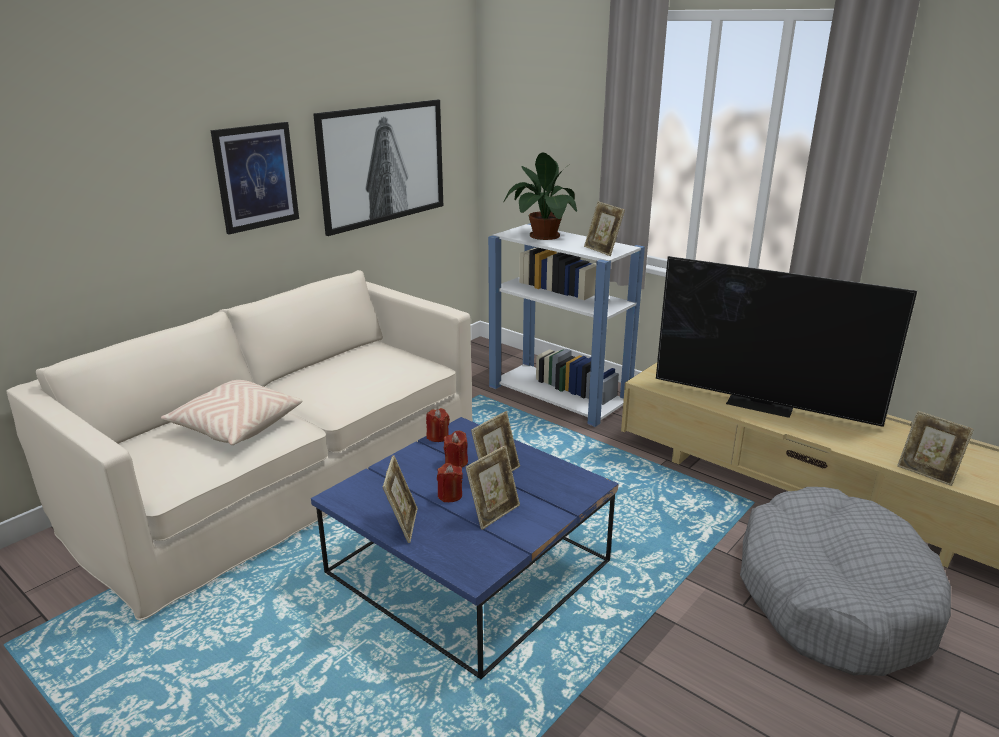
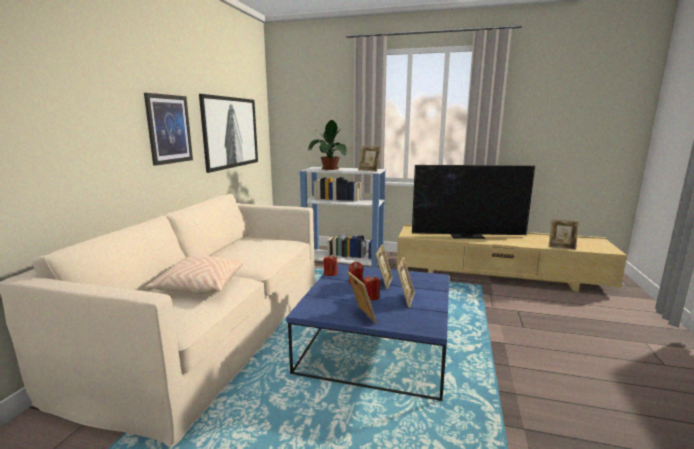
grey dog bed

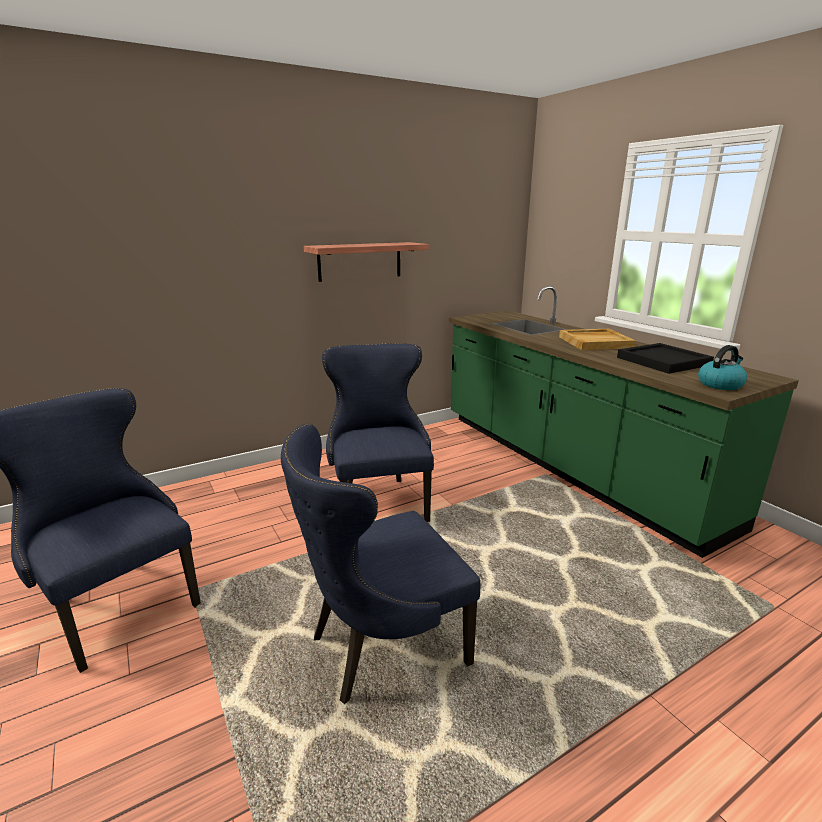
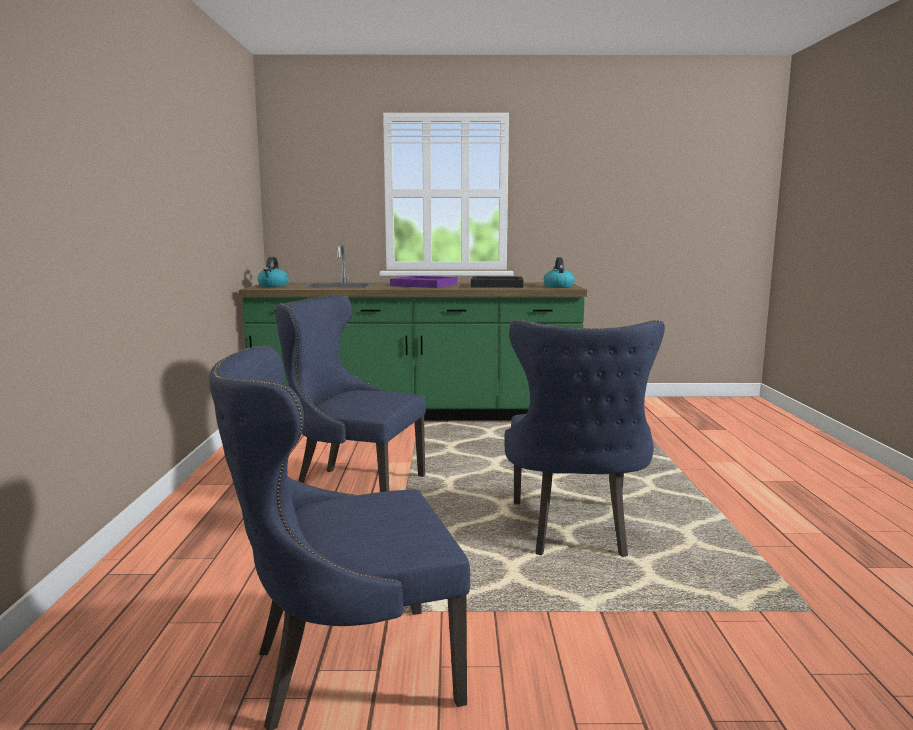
shelf
purple tray
kettle (1st from left)

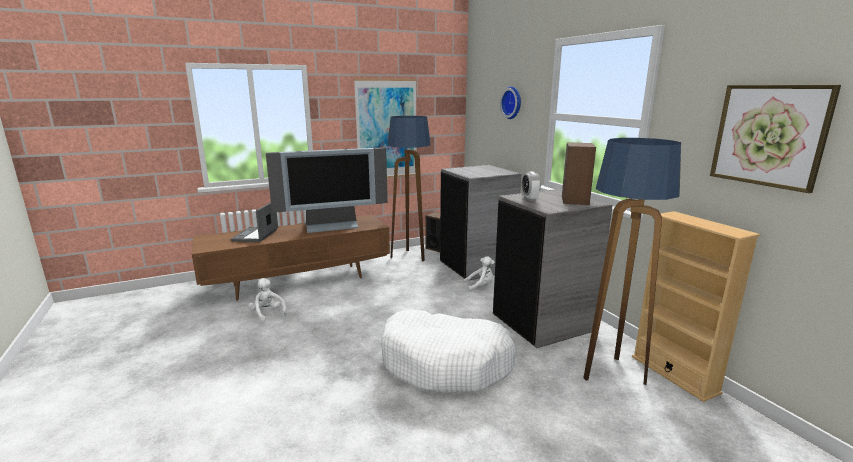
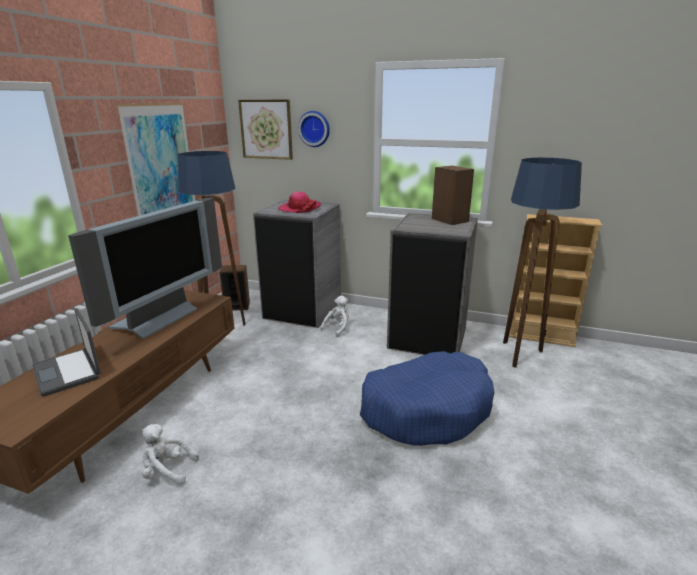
blue dog bed
alarm clock
picture (2nd from left)
hat

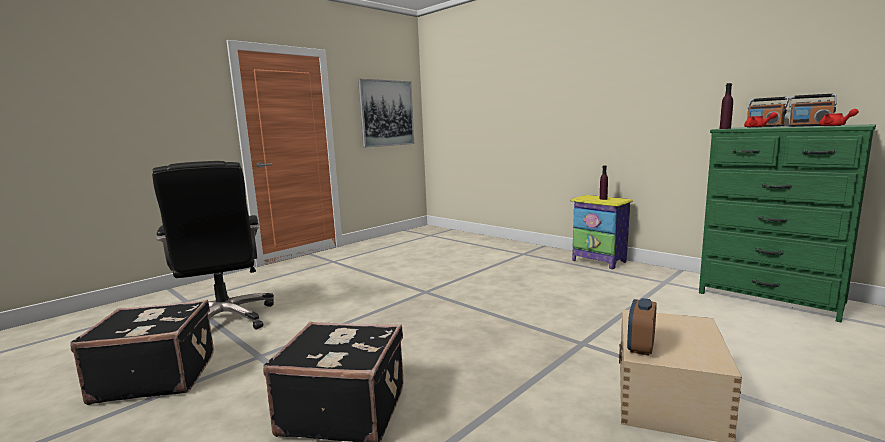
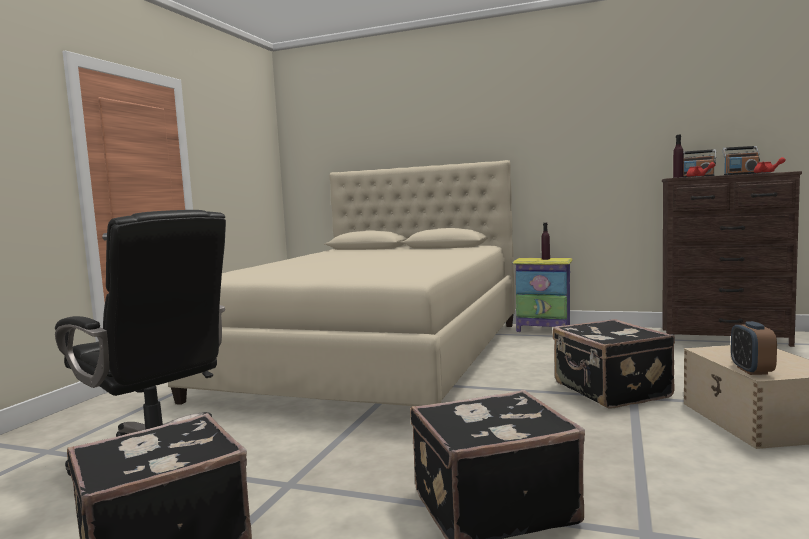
picture
brown dresser
beige bed
black suitcase (3rd from left)

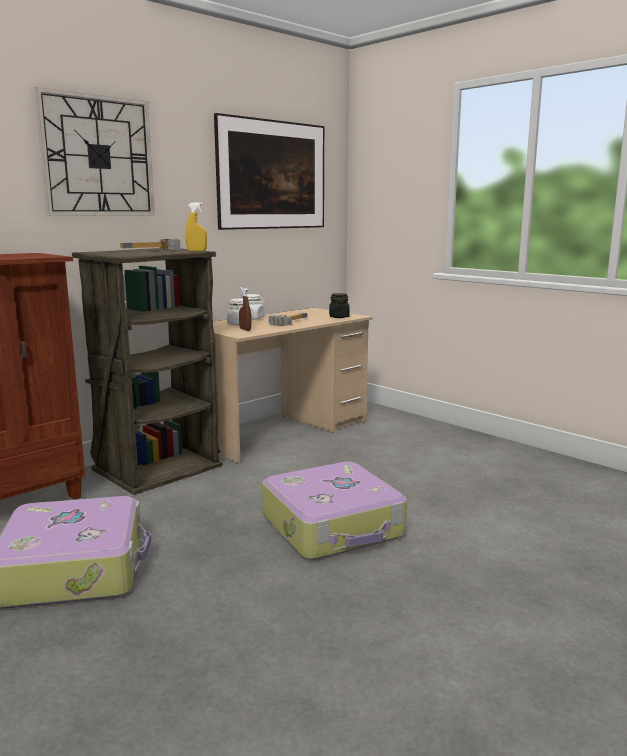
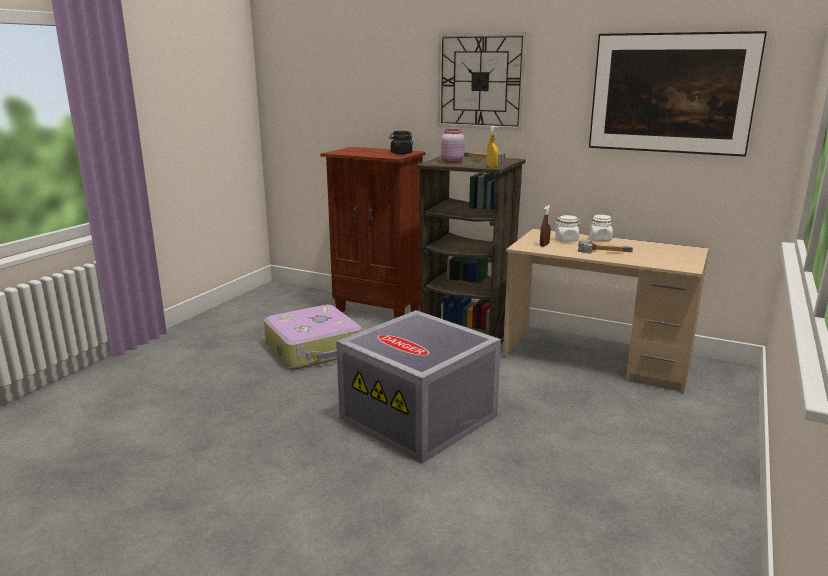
grey storage box
black jar
pink jar

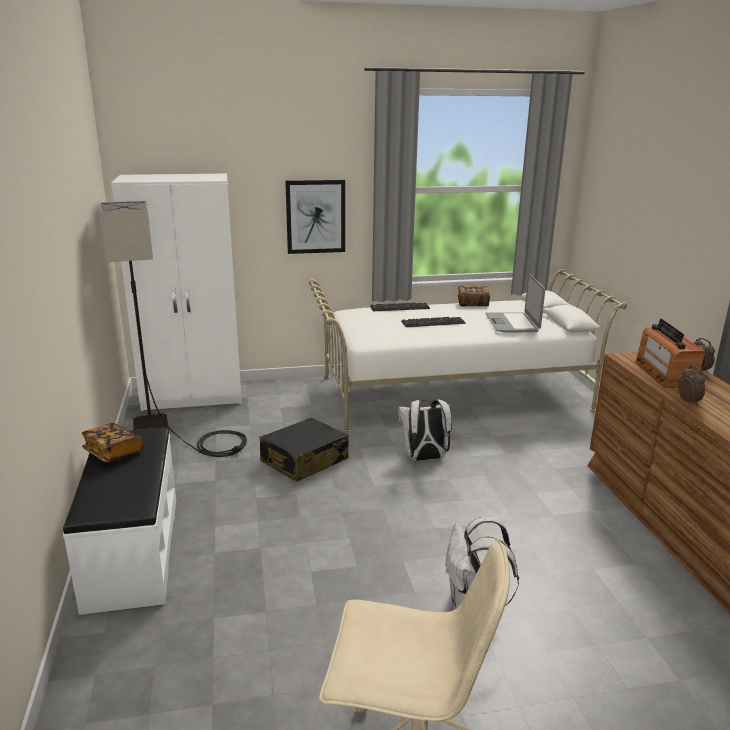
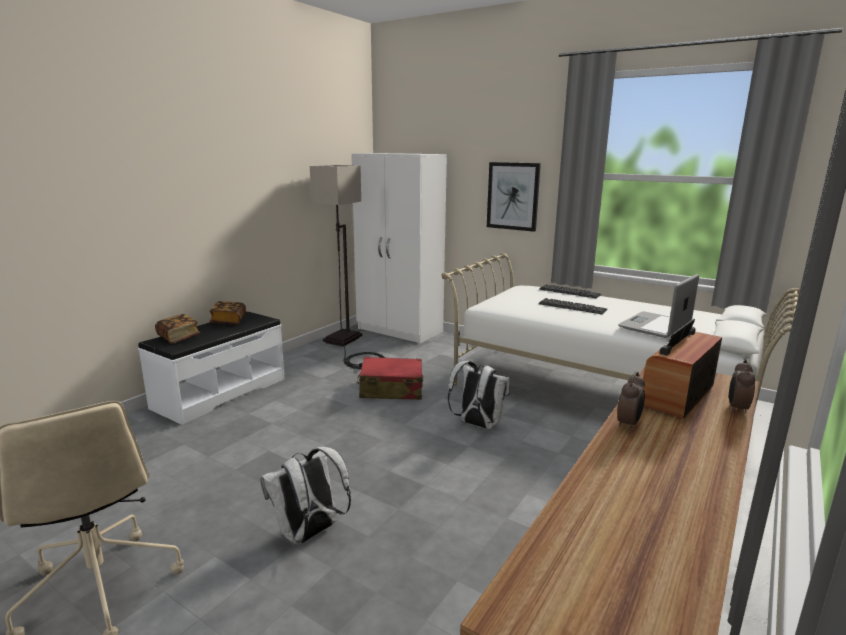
red suitcase
book (1st from left)

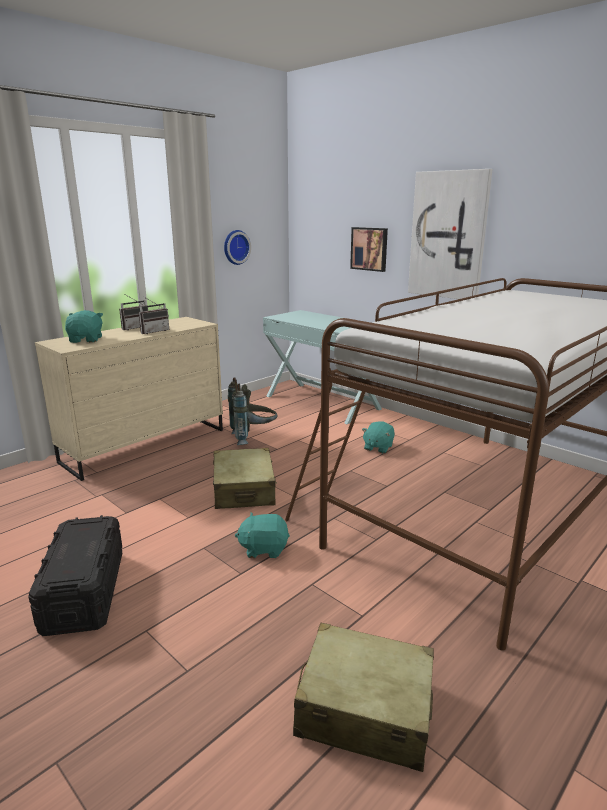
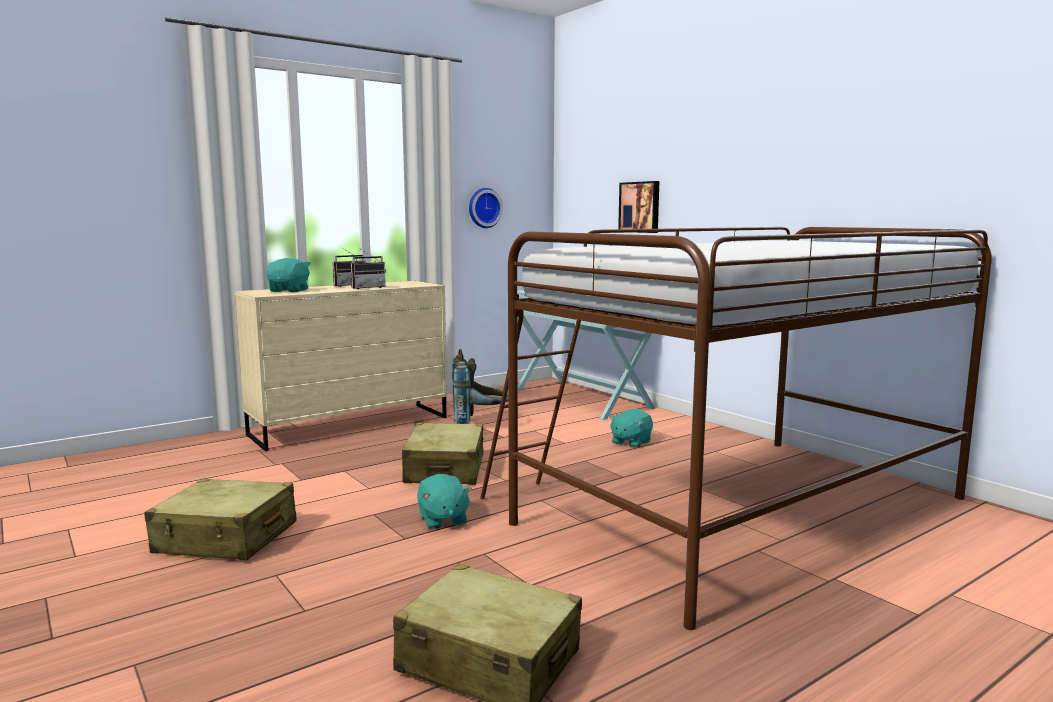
beige suitcase (1st from left)
turquoise plush toy (2nd from left)
picture (2nd from left in the first image)

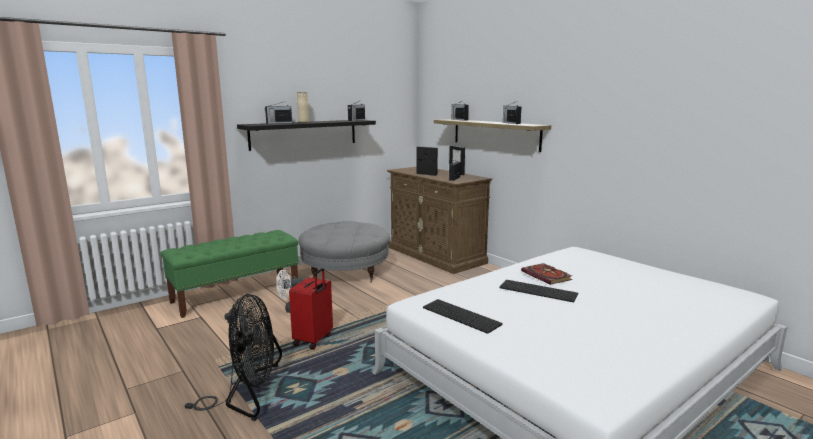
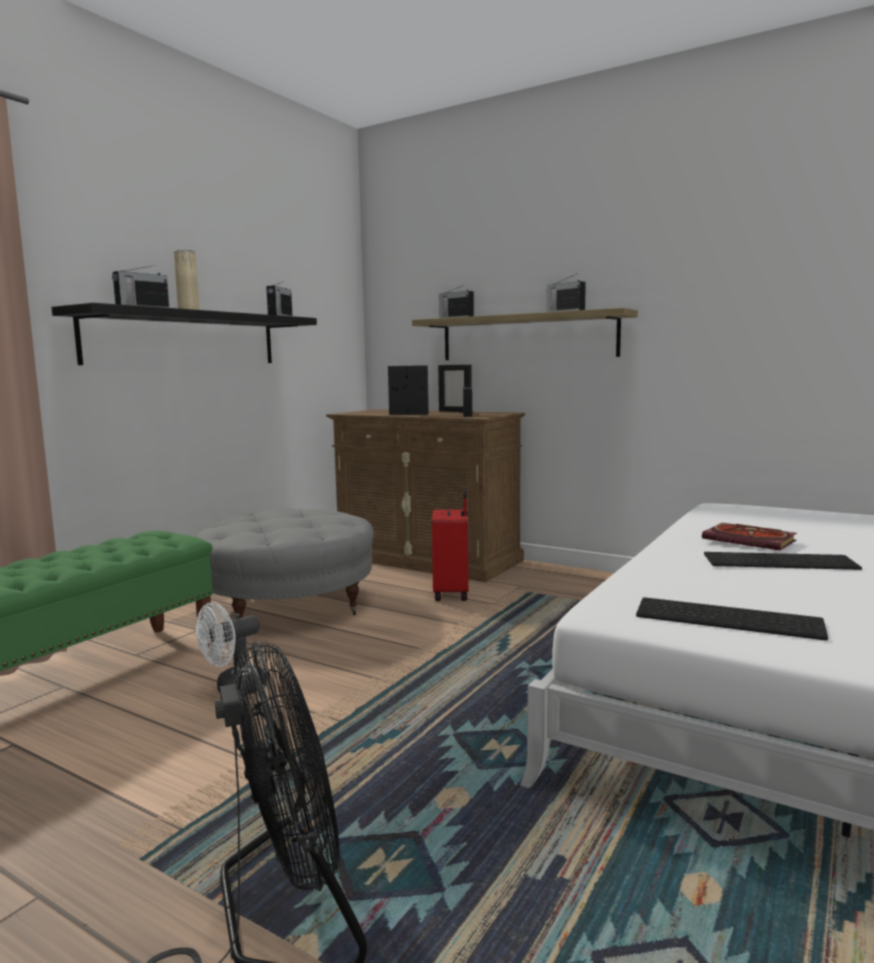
red suitcase

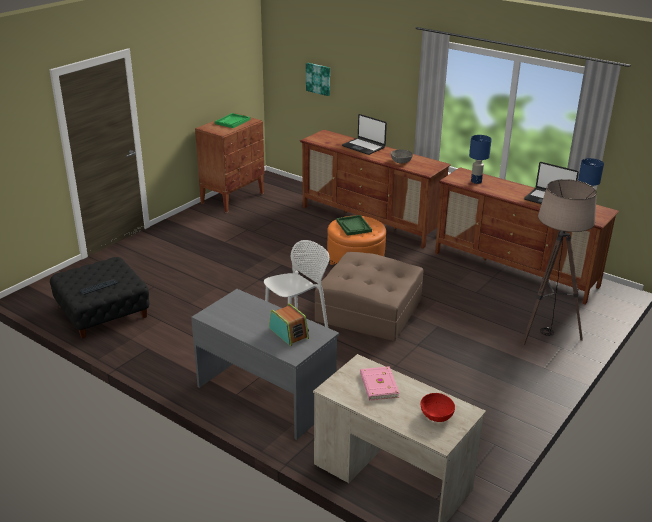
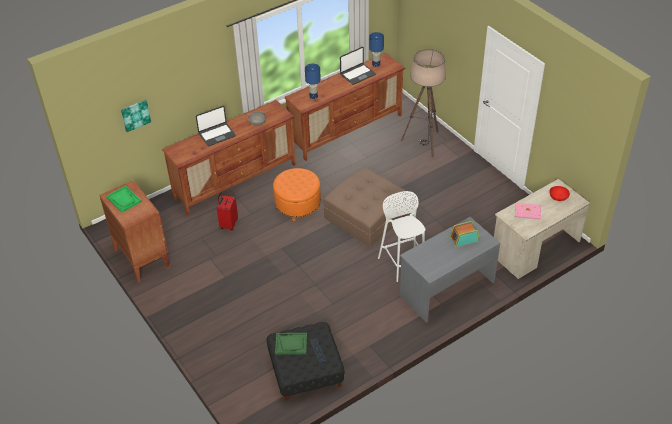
green tray (2nd from left)
red suitcase

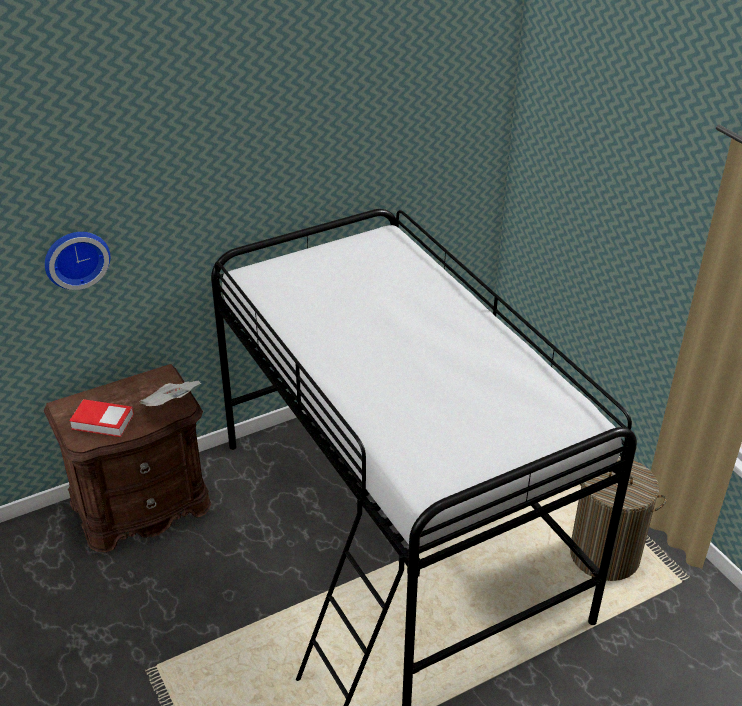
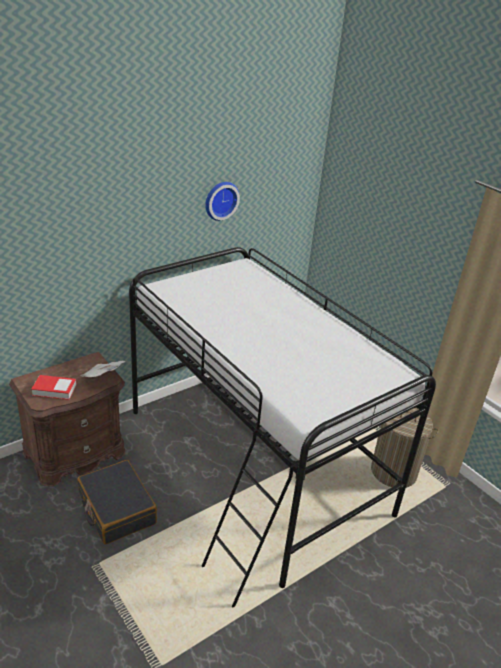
wall clock
black suitcase

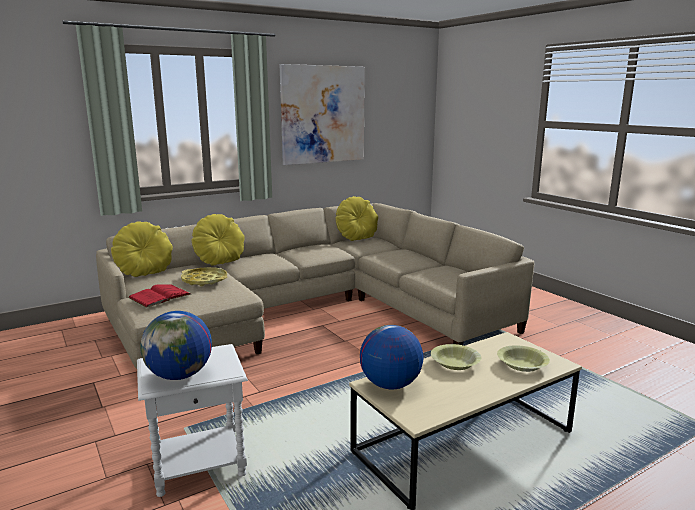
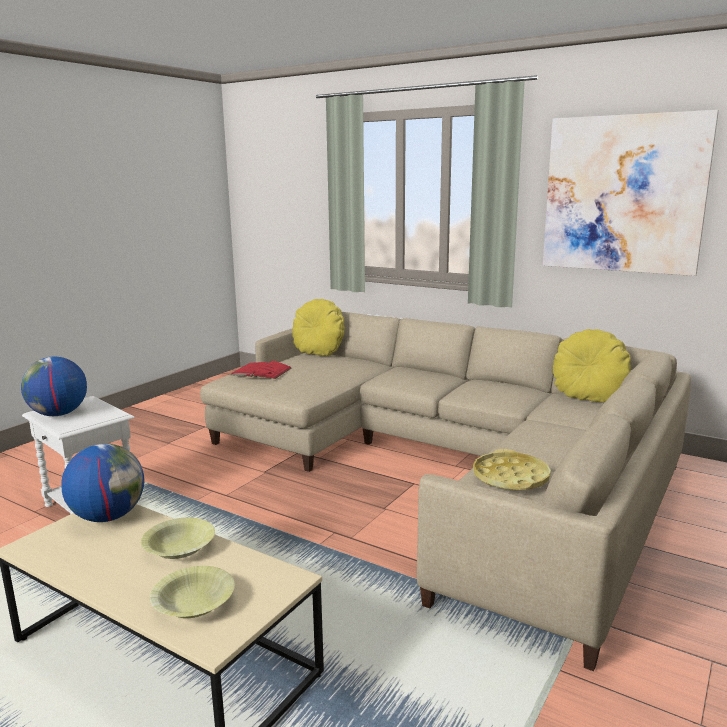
yellow tray
yellow pillow (2nd from left in the first image)

